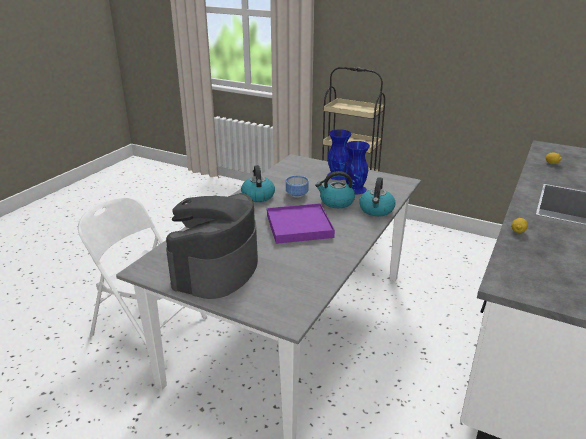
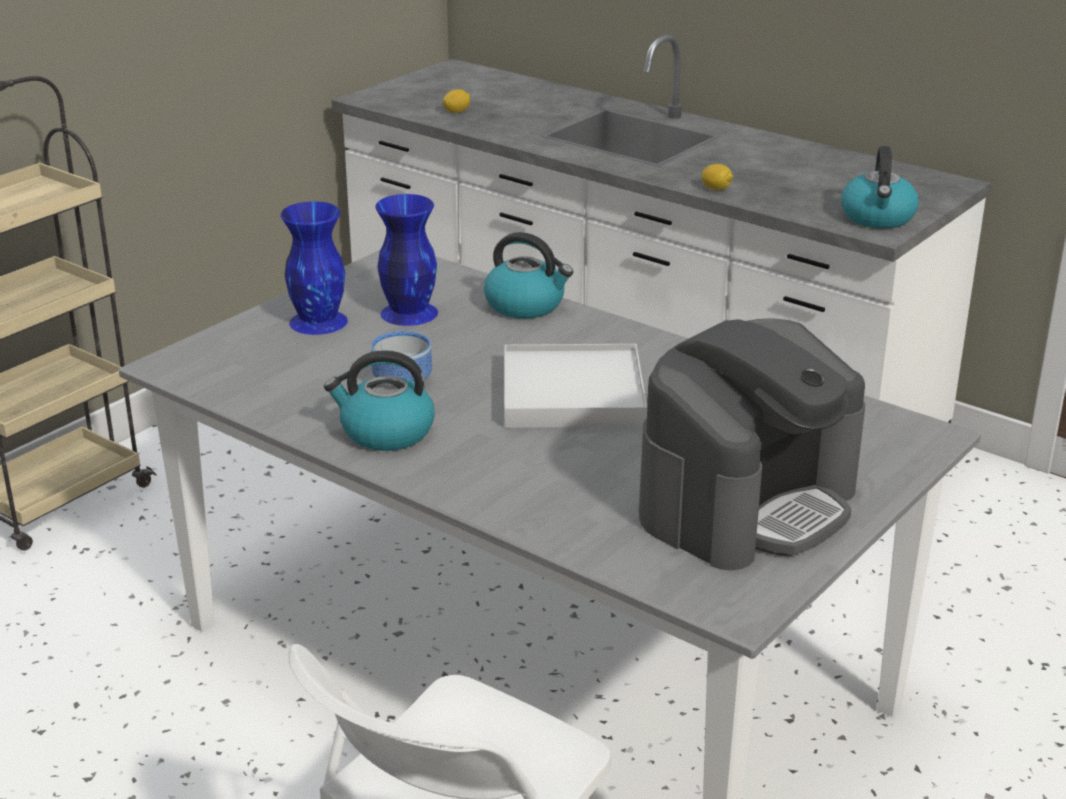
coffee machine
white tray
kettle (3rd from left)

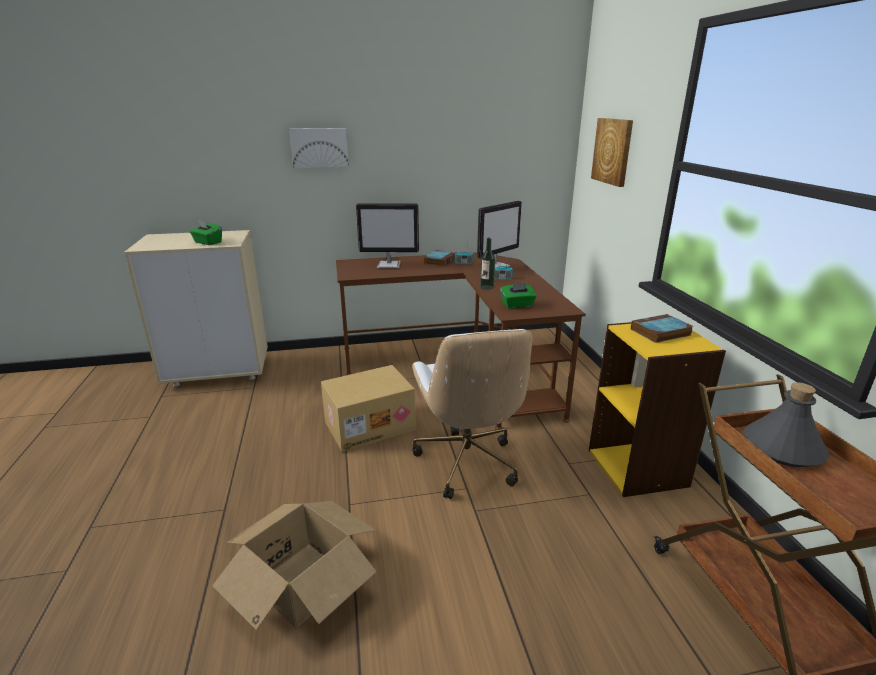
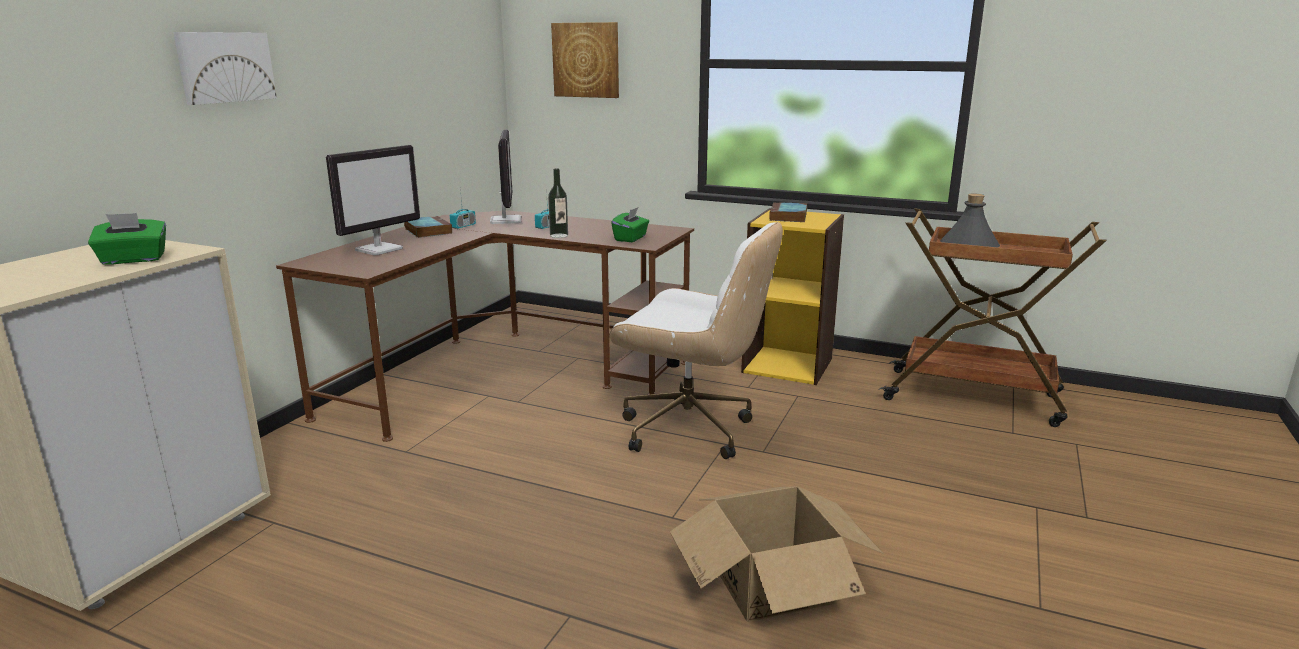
cardboard box (2nd from left in the first image)

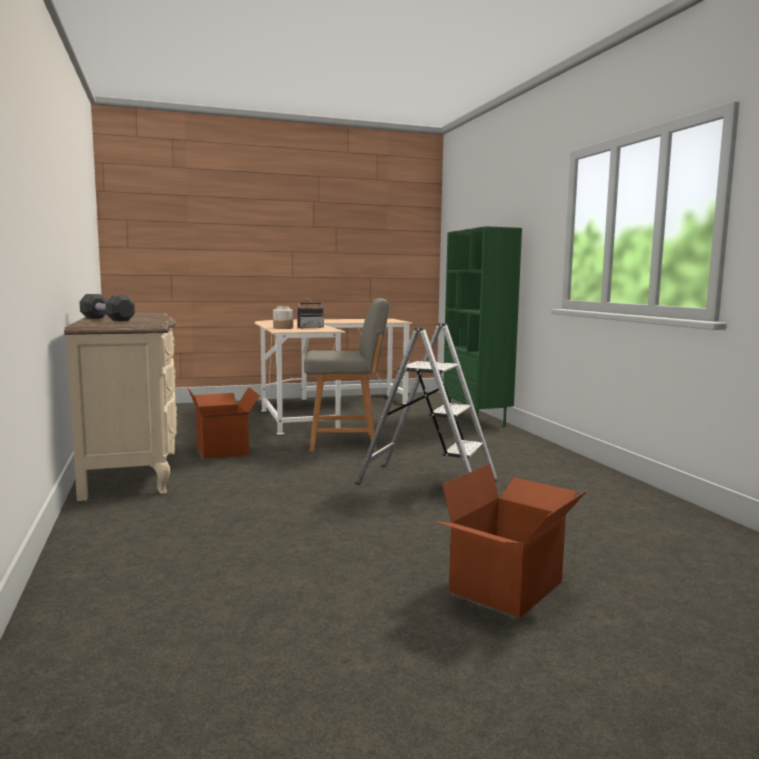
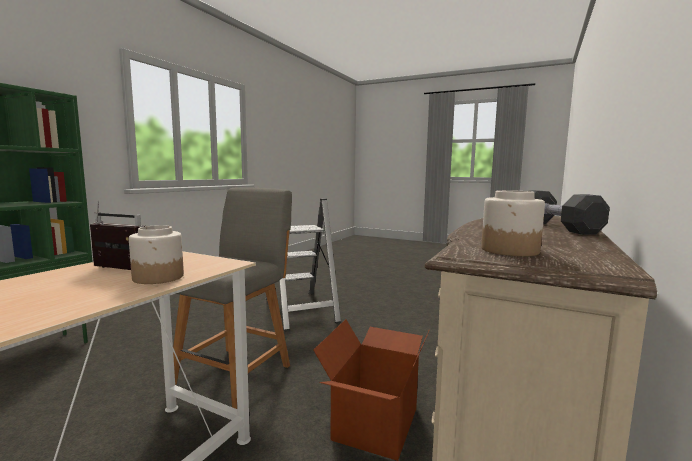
grey chair
cardboard box (2nd from left in the first image)
jar (2nd from left)

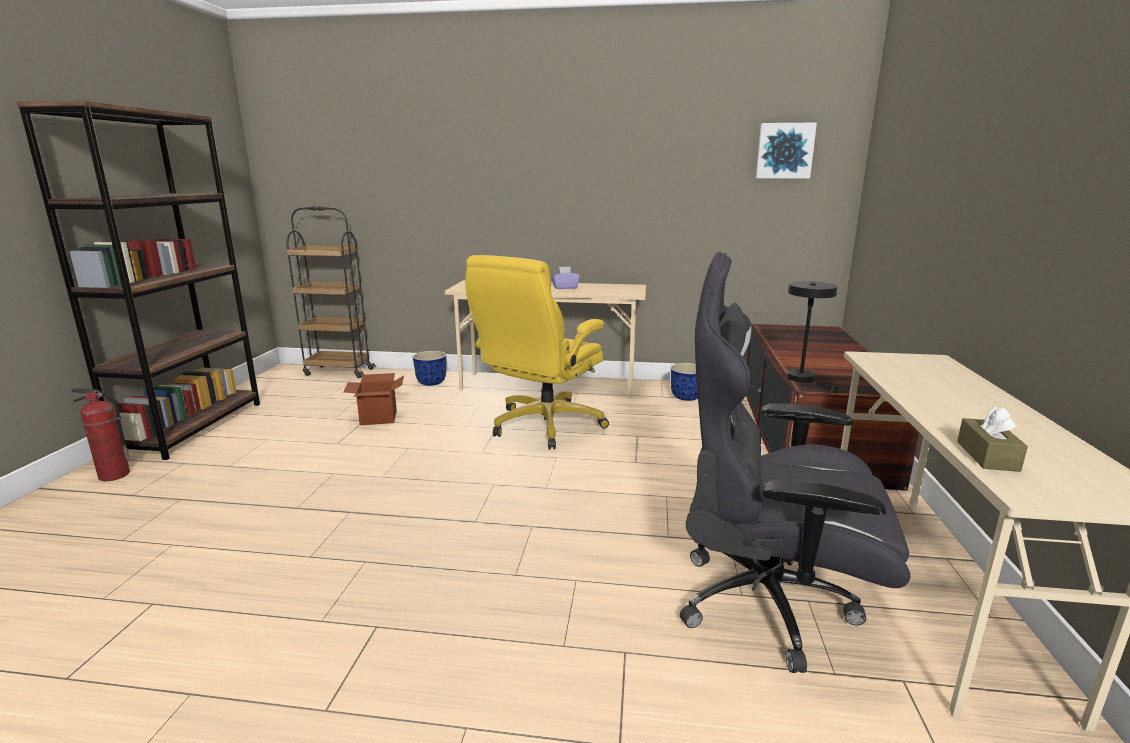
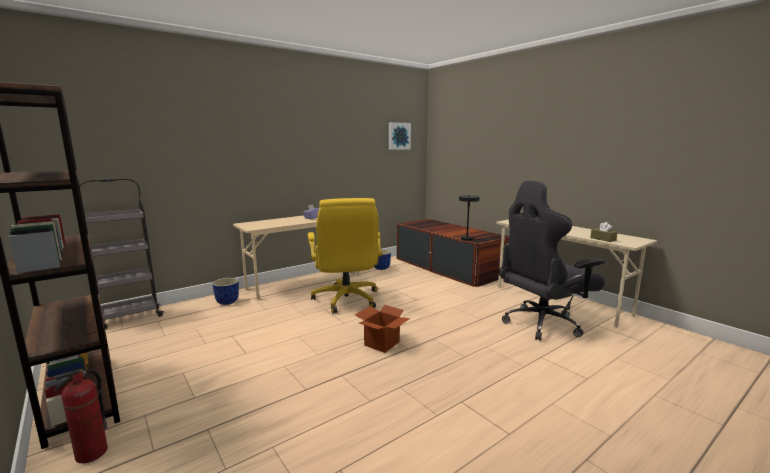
grey cart
cardboard box

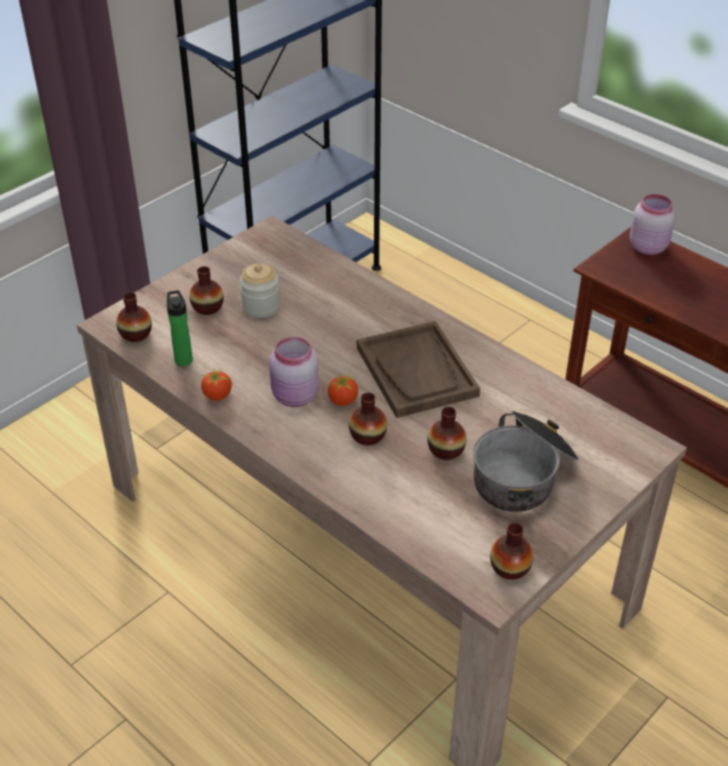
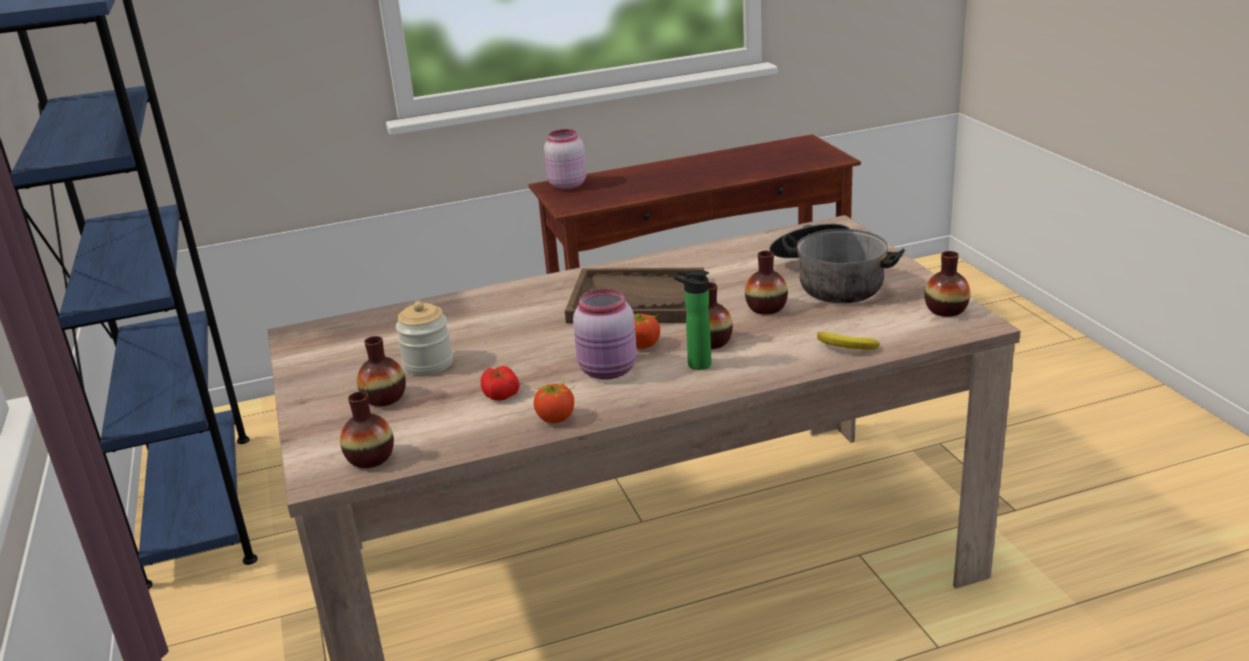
bottle
tomato (1st from left)
banana

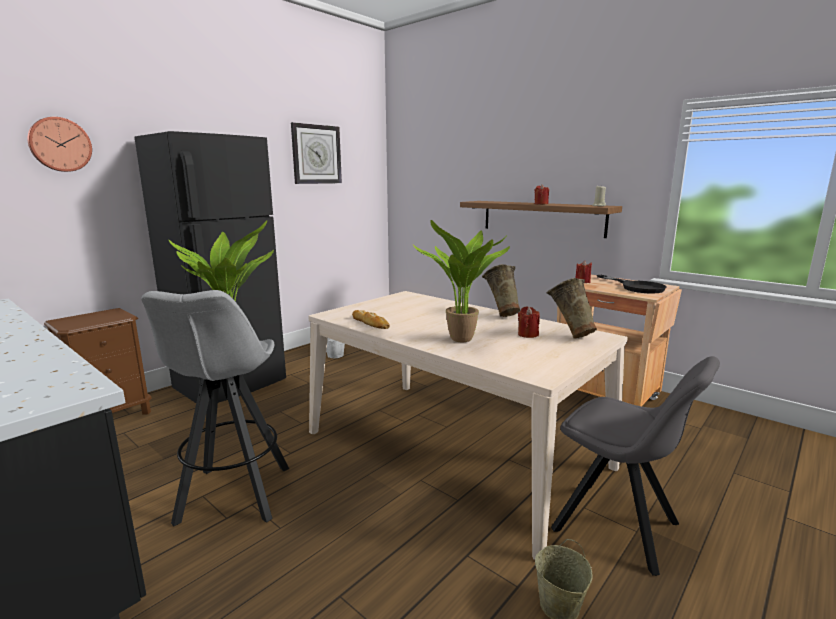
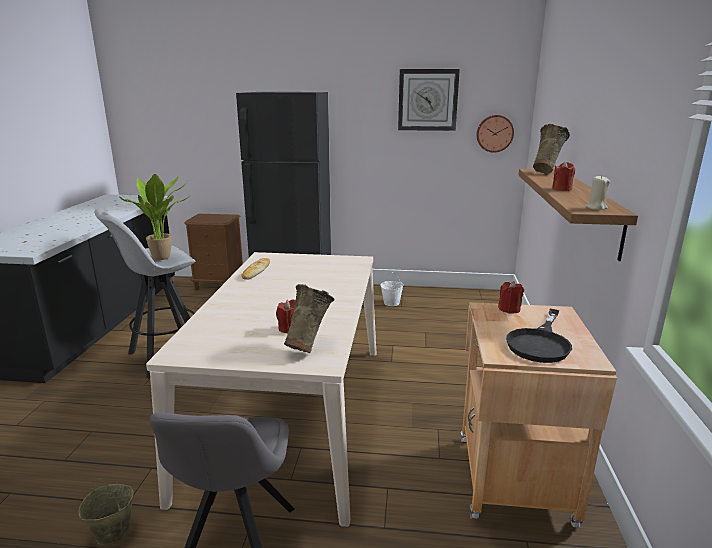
wall clock (2nd from left)
potted plant (2nd from left in the first image)
beige vase (2nd from left)

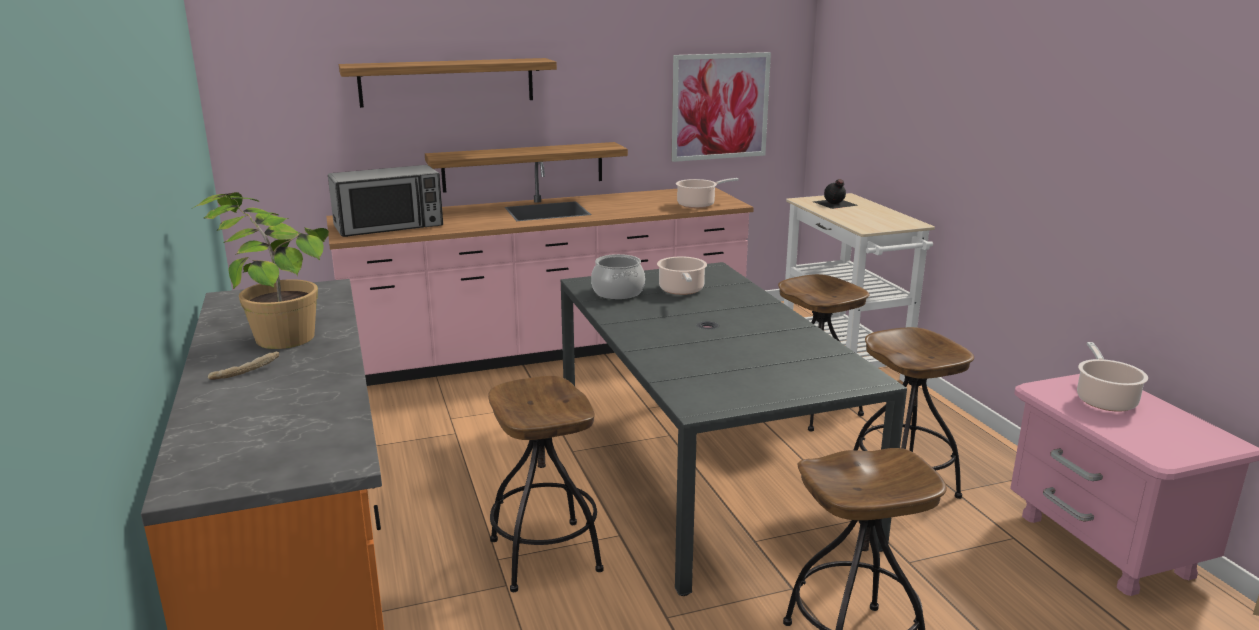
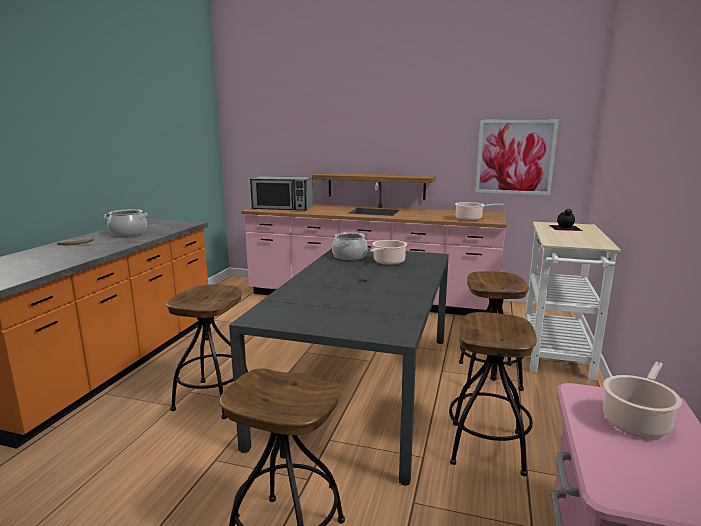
cooking pot (1st from left)
shelf (1st from left in the first image)

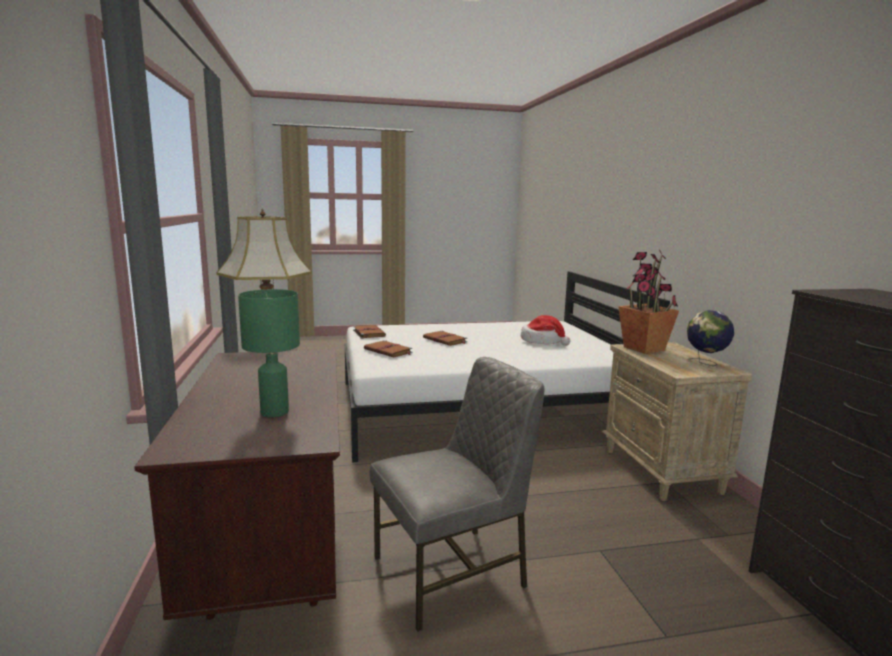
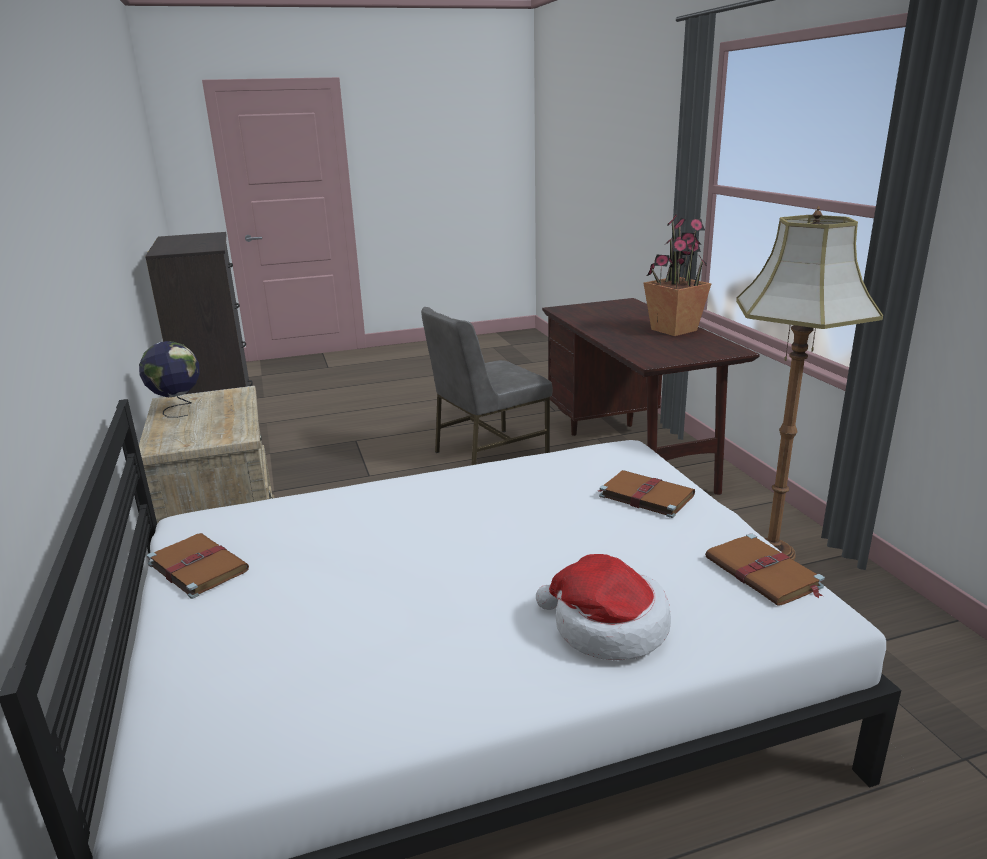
green table lamp
brown book (1st from left)
hat
potted plant

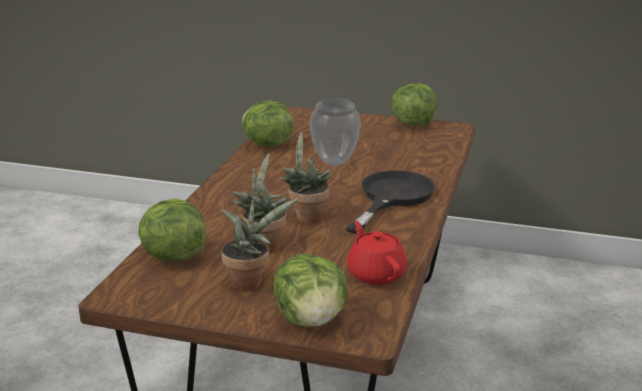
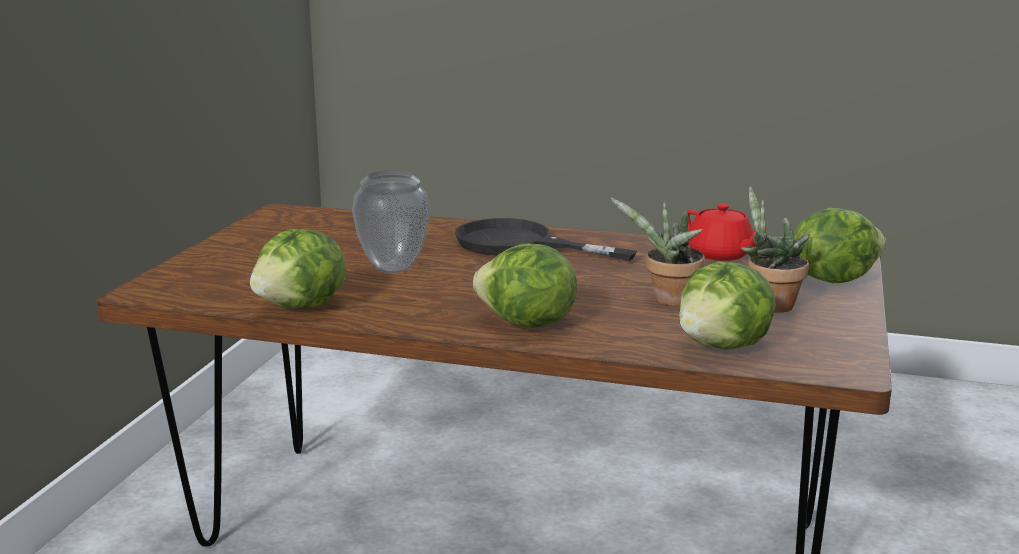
potted plant (3rd from left in the first image)
red teapot
lettuce (2nd from left)

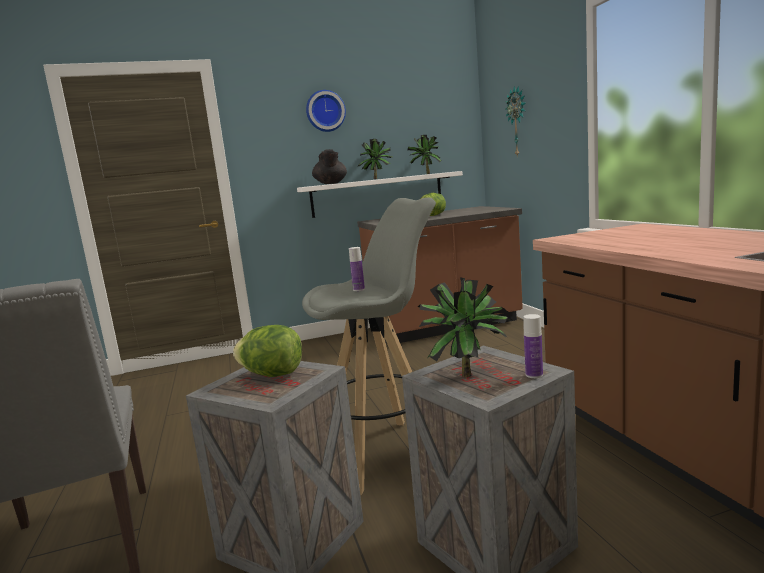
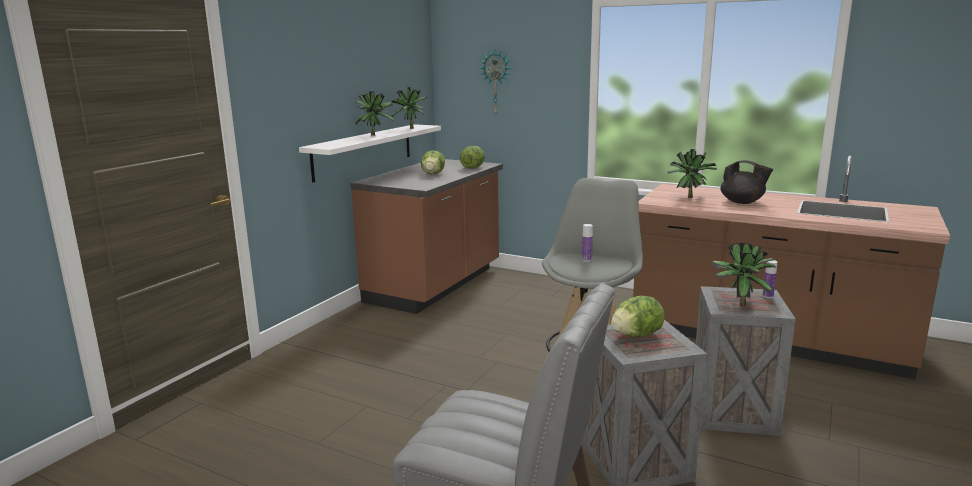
wall clock (1st from left in the first image)
black teapot
lettuce (2nd from left)
potted plant (3rd from left)

